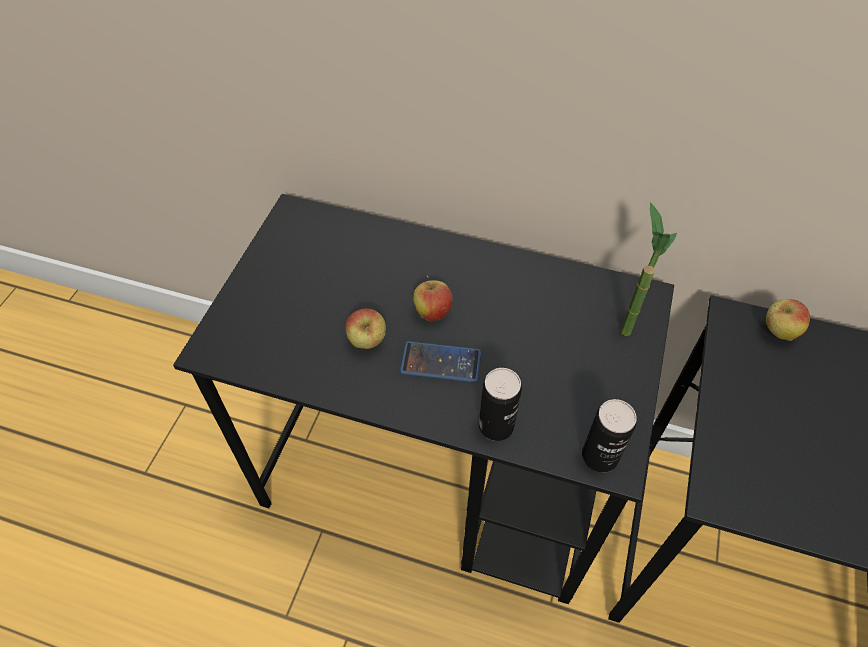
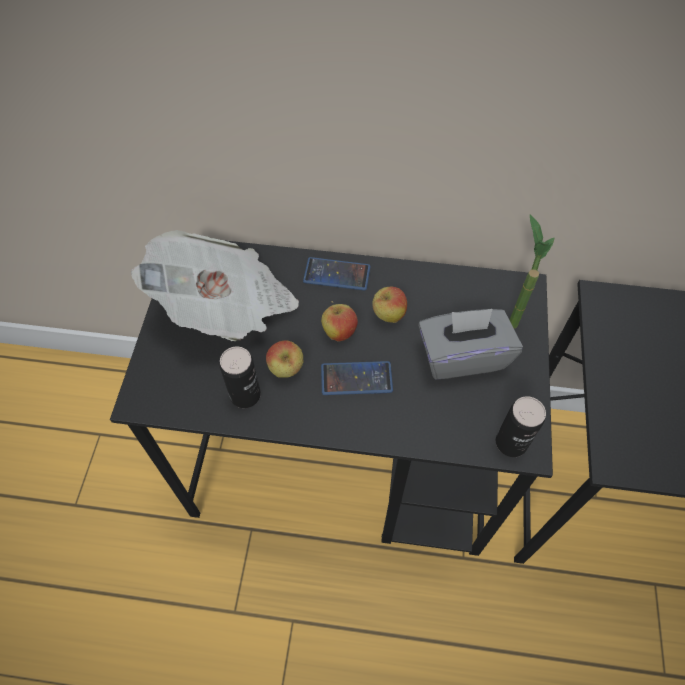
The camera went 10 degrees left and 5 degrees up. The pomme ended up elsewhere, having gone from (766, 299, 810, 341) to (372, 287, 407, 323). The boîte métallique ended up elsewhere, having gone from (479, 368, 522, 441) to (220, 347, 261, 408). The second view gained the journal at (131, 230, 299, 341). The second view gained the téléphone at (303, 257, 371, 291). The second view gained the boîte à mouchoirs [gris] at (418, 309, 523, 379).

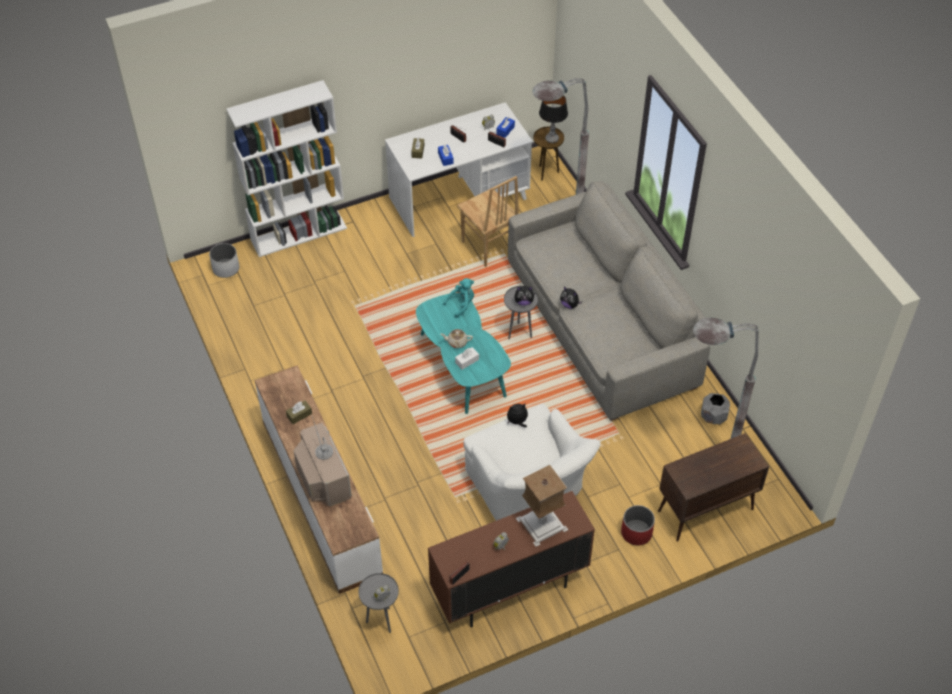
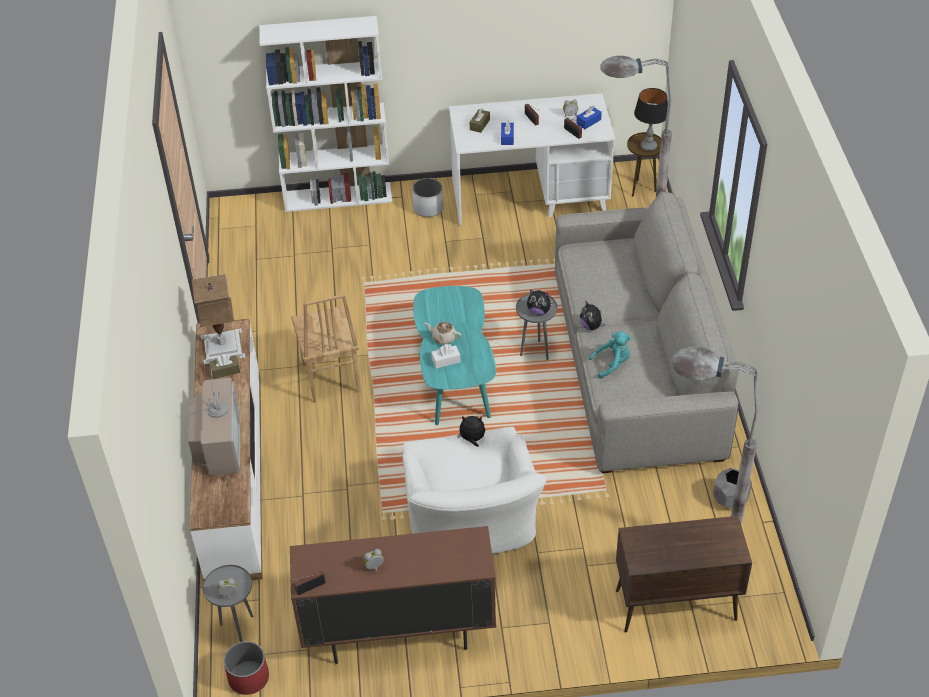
The camera went 20 degrees right and 5 degrees down. The chaise [marron] ended up elsewhere, having gone from (457, 176, 519, 267) to (291, 294, 360, 403). The cache-pot [blanc] ended up elsewhere, having gone from (209, 243, 239, 278) to (412, 178, 444, 217). The peluche [turquoise] ended up elsewhere, having gone from (443, 278, 474, 318) to (589, 331, 631, 379). The lampe de table ended up elsewhere, having gone from (516, 465, 568, 547) to (192, 274, 246, 365). The cache-pot [rouge] ended up elsewhere, having gone from (621, 505, 655, 545) to (224, 641, 269, 695).

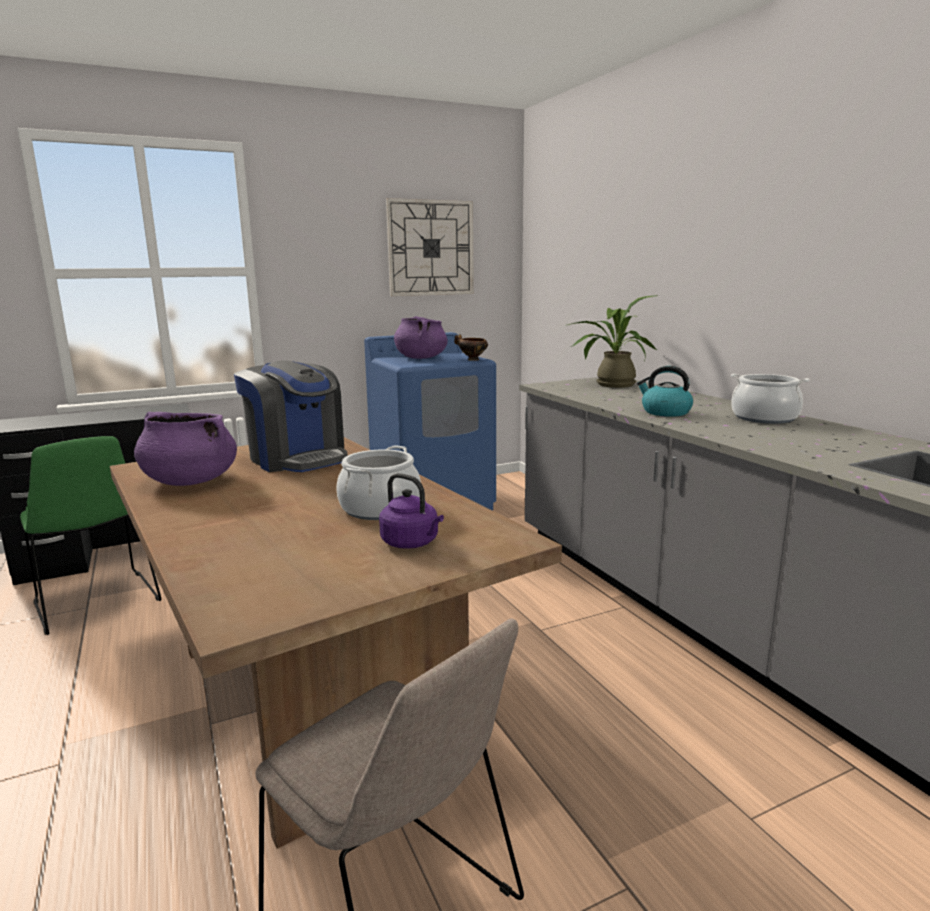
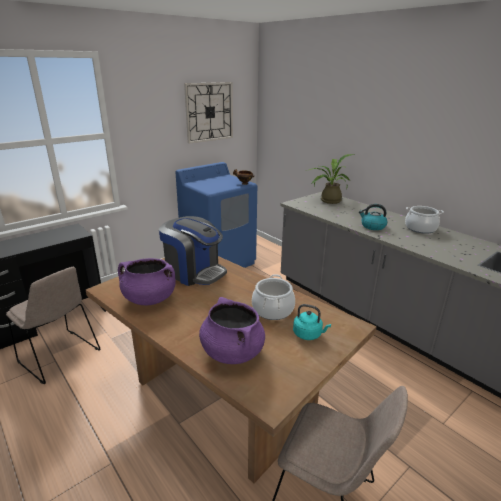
The camera went 15 degrees left and 10 degrees up. The marmite [violet] ended up elsewhere, having gone from (394, 316, 448, 359) to (199, 297, 265, 364). What was the chaise [vert] at (20, 436, 162, 635) turned into the chaise [beige] at (6, 267, 101, 384). What was the bouilloire [violet] at (379, 473, 444, 549) turned into the bouilloire [turquoise] at (293, 304, 331, 340).

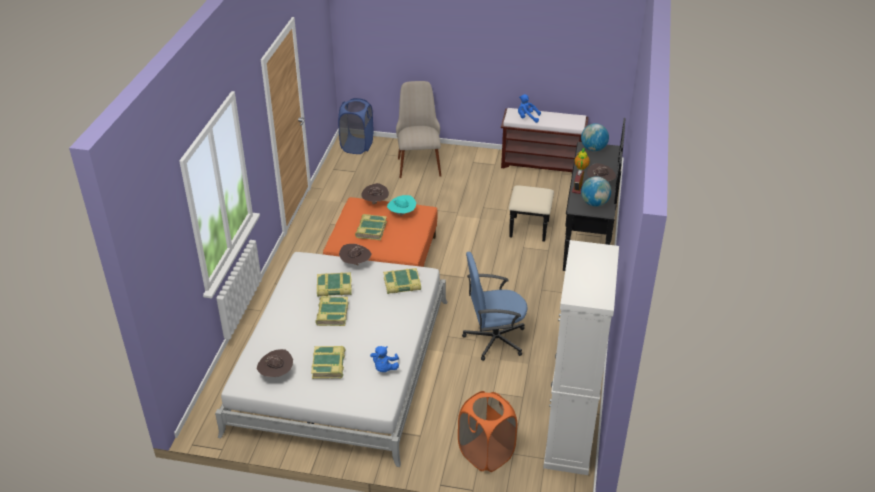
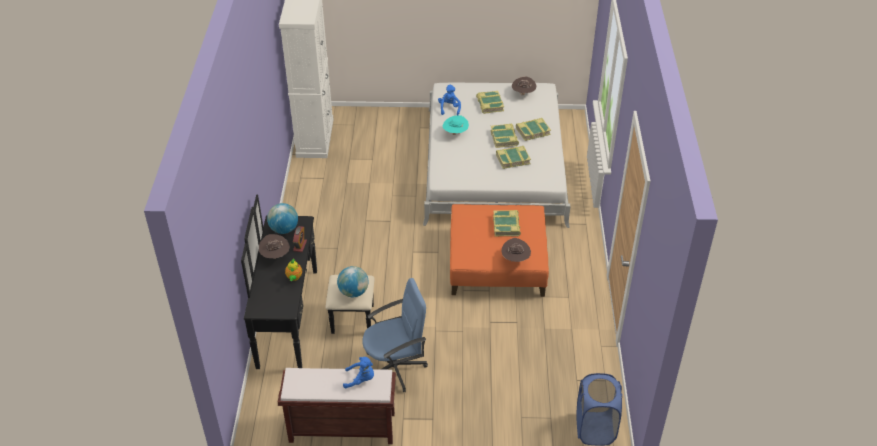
The camera went 170 degrees right and 5 degrees up. The second view lost the chaise [beige] at (396, 81, 441, 178). The globe ended up elsewhere, having gone from (581, 123, 609, 151) to (337, 266, 369, 297). The chapeau [turquoise] ended up elsewhere, having gone from (387, 195, 416, 216) to (443, 115, 469, 135). The second view lost the chapeau [marron] at (339, 244, 372, 265). The chaise de bureau [bleu] ended up elsewhere, having gone from (462, 252, 528, 361) to (362, 278, 428, 392). The livre ended up elsewhere, having gone from (383, 268, 421, 294) to (516, 118, 551, 141). The second view lost the panier à linge [orange] at (458, 391, 517, 472).

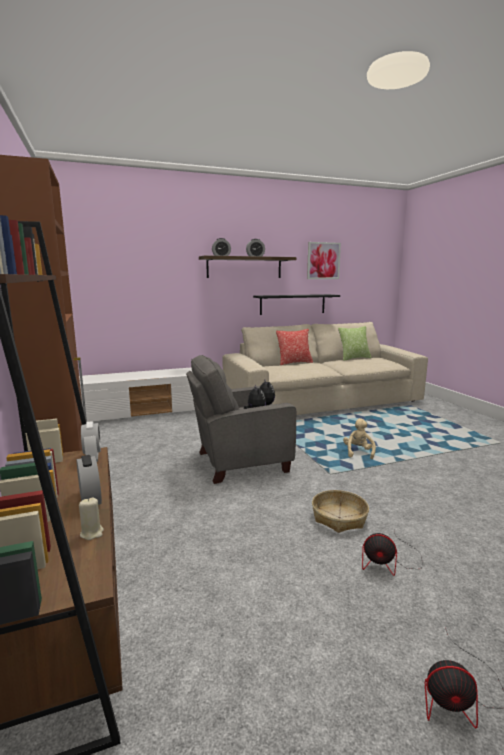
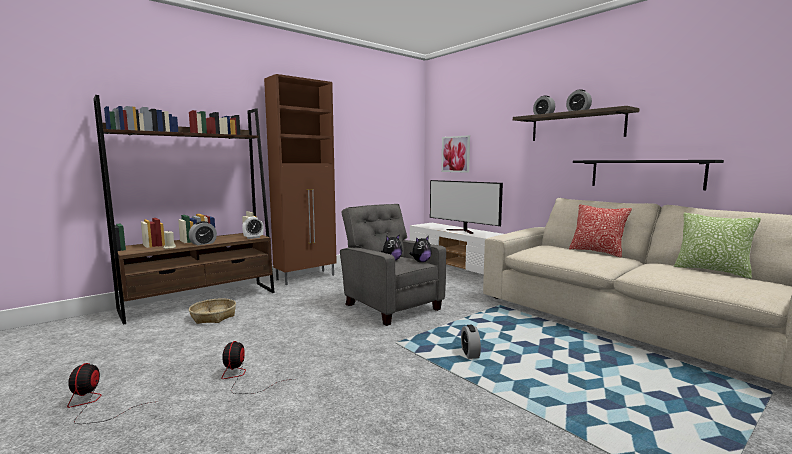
The camera went 70 degrees right and 5 degrees down. The tableau ended up elsewhere, having gone from (307, 242, 341, 279) to (441, 135, 470, 173). Where the peluche [beige] stood at (343, 418, 376, 459), the réveil came to stand at (461, 325, 481, 359). The panier ended up elsewhere, having gone from (312, 490, 369, 533) to (189, 298, 236, 324). The second view gained the téléviseur at (430, 180, 503, 234).

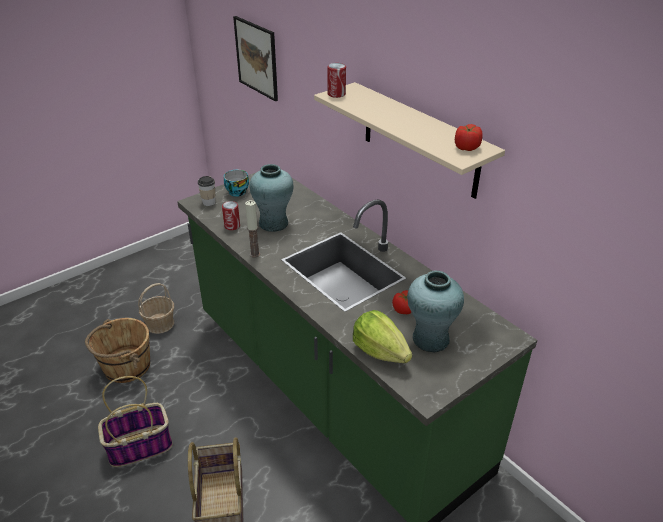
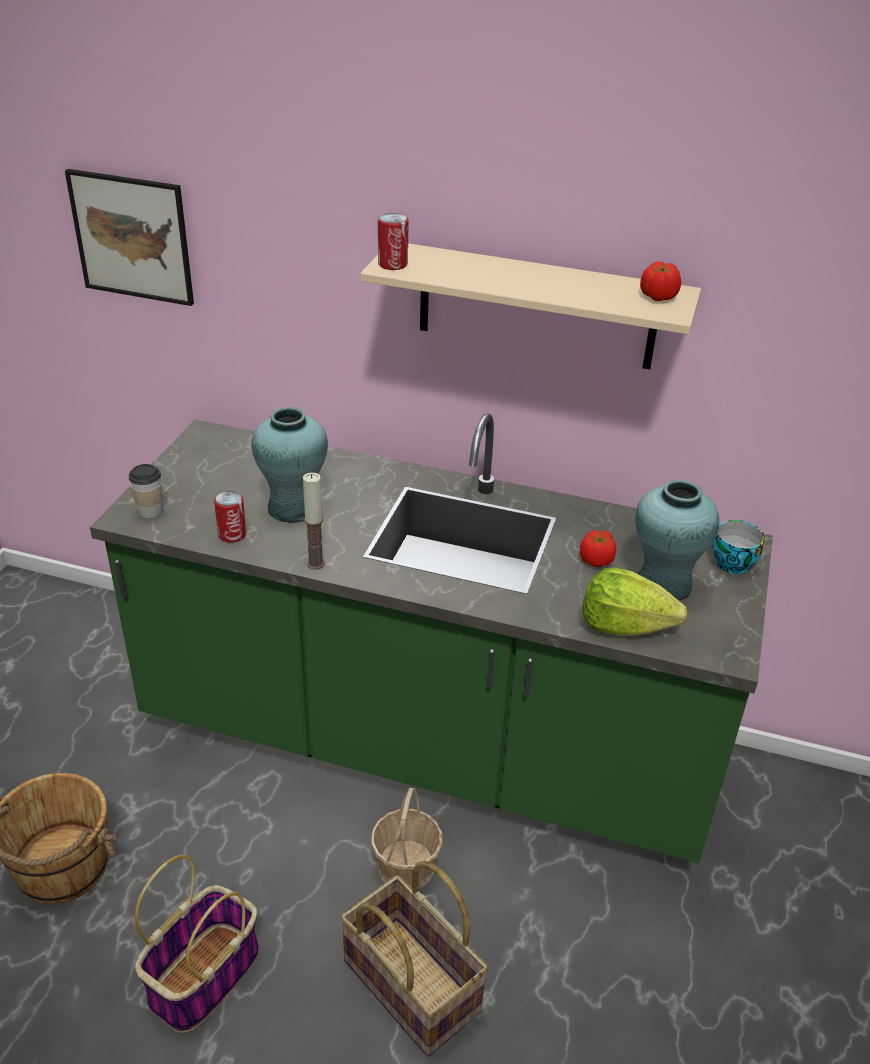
The camera went 35 degrees left and 0 degrees up. The tasse ended up elsewhere, having gone from (224, 170, 249, 197) to (712, 520, 765, 574). The panier ended up elsewhere, having gone from (138, 283, 174, 334) to (371, 787, 443, 889).

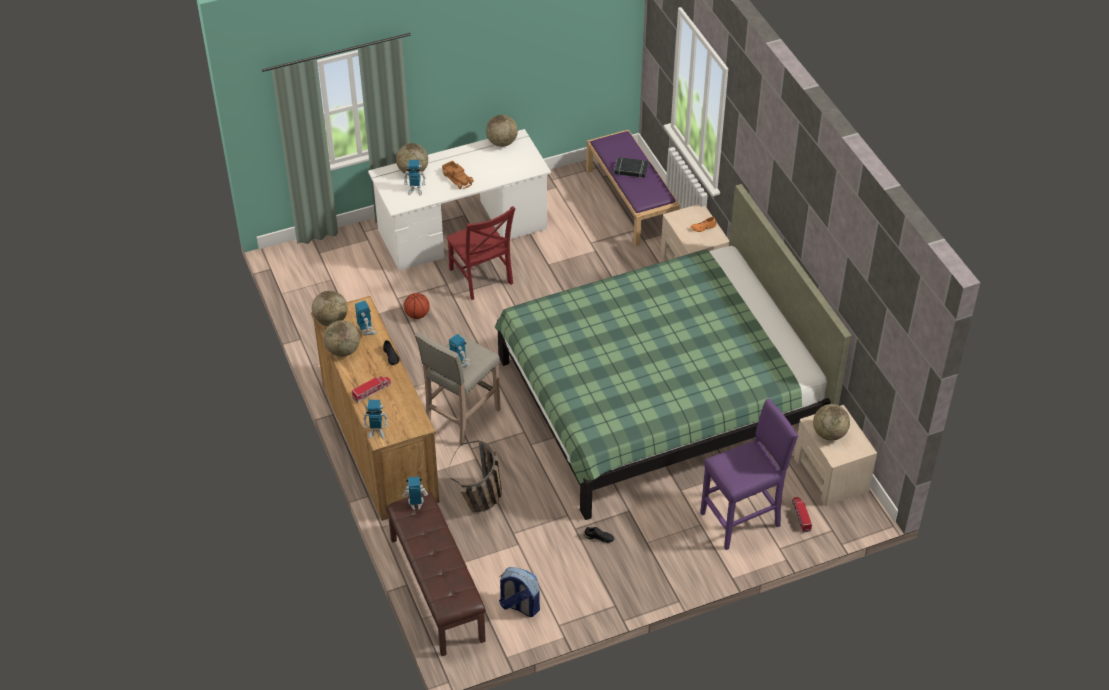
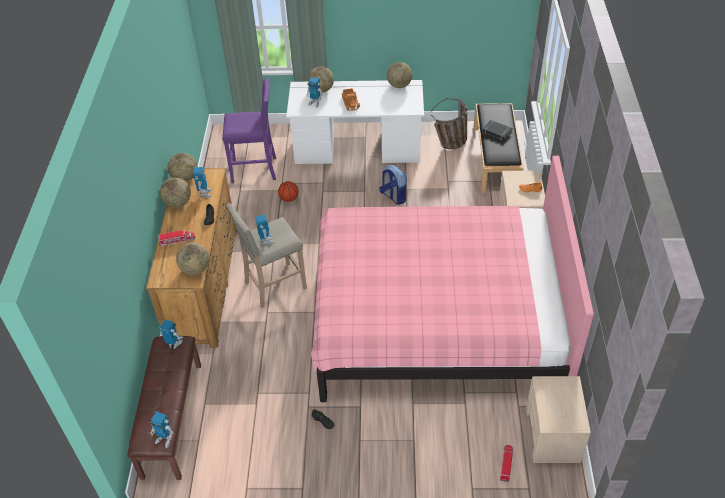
The camera went 25 degrees right and 0 degrees up. What was the banc [violet] at (586, 130, 680, 246) turned into the banc [noir] at (473, 103, 524, 193). What was the lit [vert] at (494, 184, 851, 520) turned into the lit [rose] at (311, 156, 594, 402). The second view lost the chaise [rouge] at (446, 206, 515, 300). The tabouret [violet] ended up elsewhere, having gone from (700, 399, 799, 550) to (222, 78, 276, 183). The robot jouet ended up elsewhere, having gone from (363, 400, 388, 439) to (150, 412, 173, 448). The globe ended up elsewhere, having gone from (813, 404, 850, 441) to (176, 242, 209, 275). The panier ended up elsewhere, having gone from (449, 440, 502, 512) to (431, 98, 467, 149). The sac à dos ended up elsewhere, having gone from (499, 567, 540, 617) to (379, 165, 407, 205).

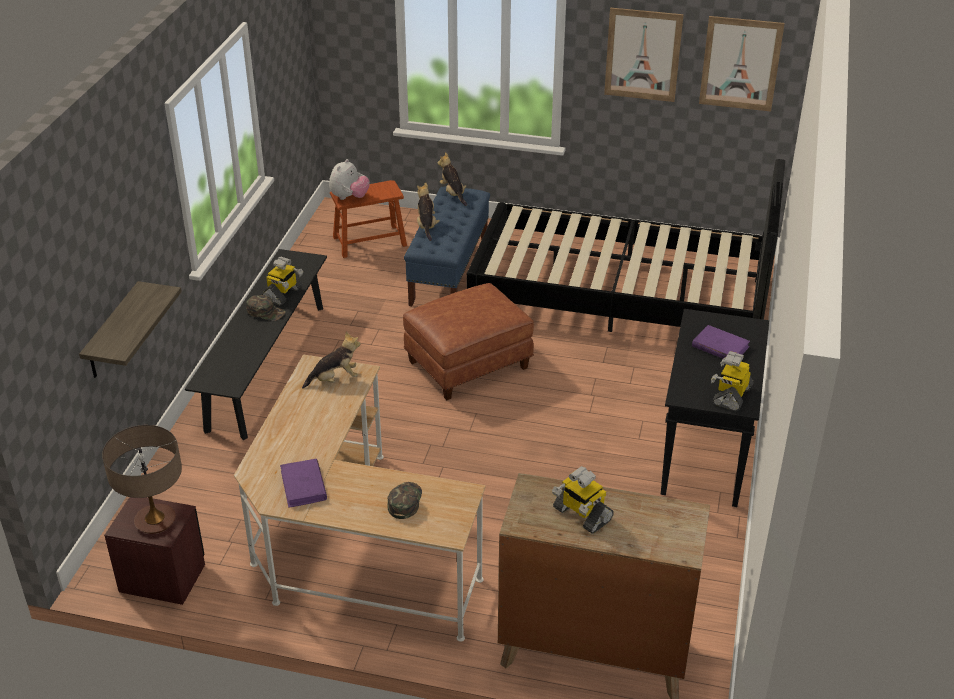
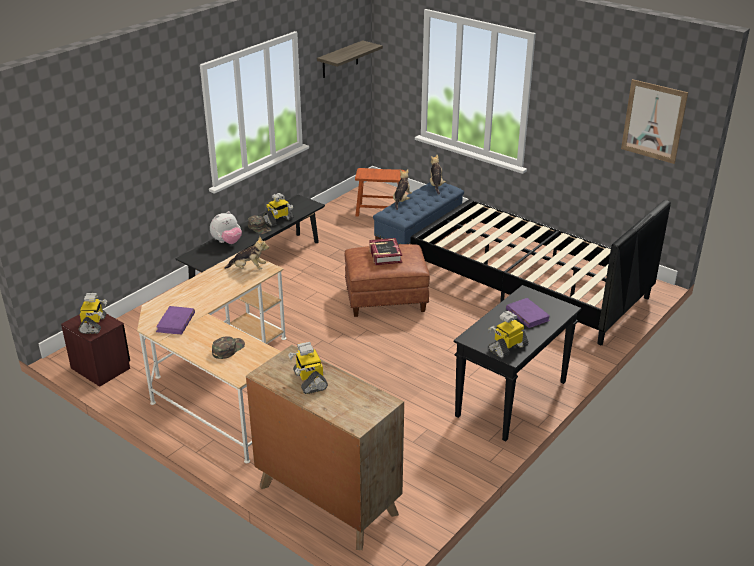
The camera went 25 degrees right and 5 degrees down. The second view lost the tableau at (604, 8, 684, 102). The peluche ended up elsewhere, having gone from (329, 159, 370, 200) to (210, 211, 242, 244). The étagère ended up elsewhere, having gone from (79, 281, 182, 378) to (317, 40, 383, 78). Where the lampe de table stood at (102, 425, 182, 534), the robot jouet came to stand at (79, 293, 107, 334). The second view gained the livre at (369, 238, 402, 265).

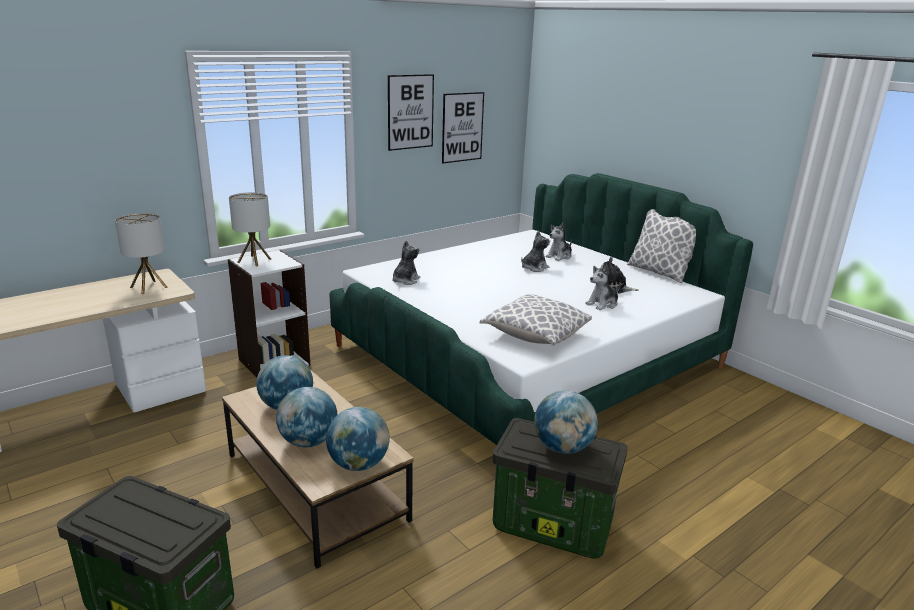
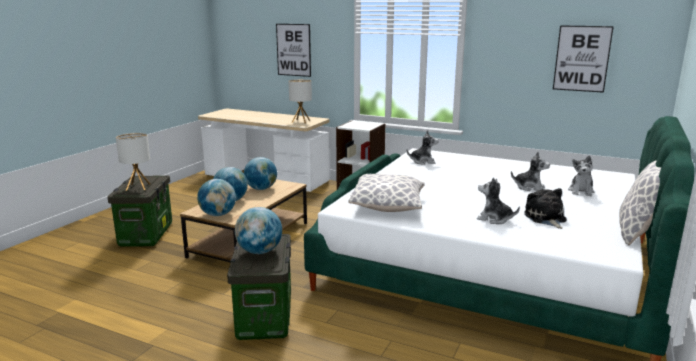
The camera went 65 degrees right and 5 degrees down. The tableau ended up elsewhere, having gone from (388, 74, 434, 151) to (276, 24, 311, 77). The lampe de table ended up elsewhere, having gone from (229, 192, 271, 266) to (116, 133, 150, 191). The peluche at (546, 223, 572, 261) ended up facing another way, 90 degrees counterclockwise from before.

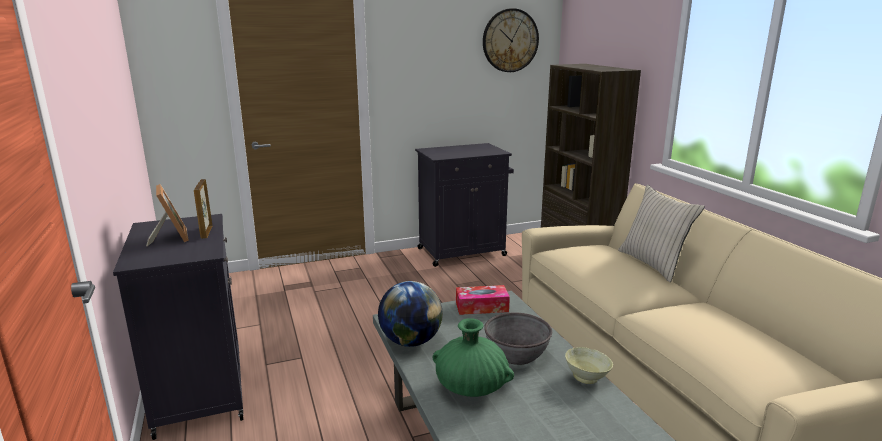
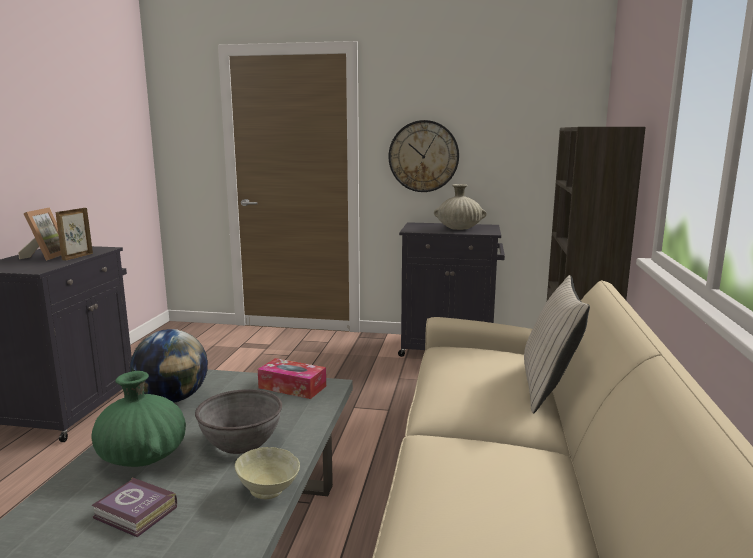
The camera went 30 degrees right and 5 degrees down. The horloge murale ended up elsewhere, having gone from (483, 8, 539, 72) to (389, 120, 459, 192). The second view gained the vase [beige] at (434, 184, 487, 230). The second view gained the livre at (91, 477, 177, 537).

